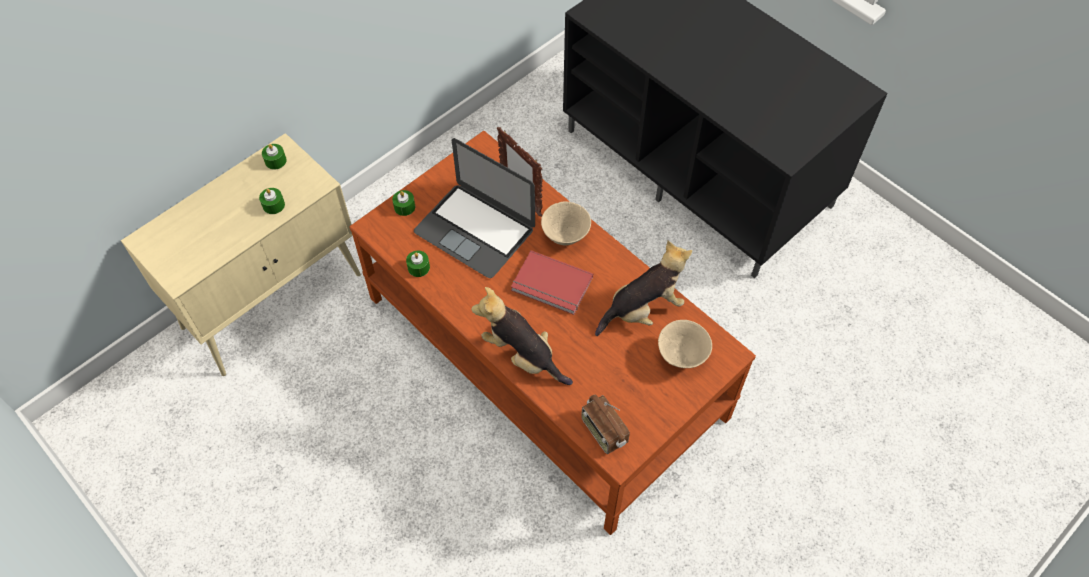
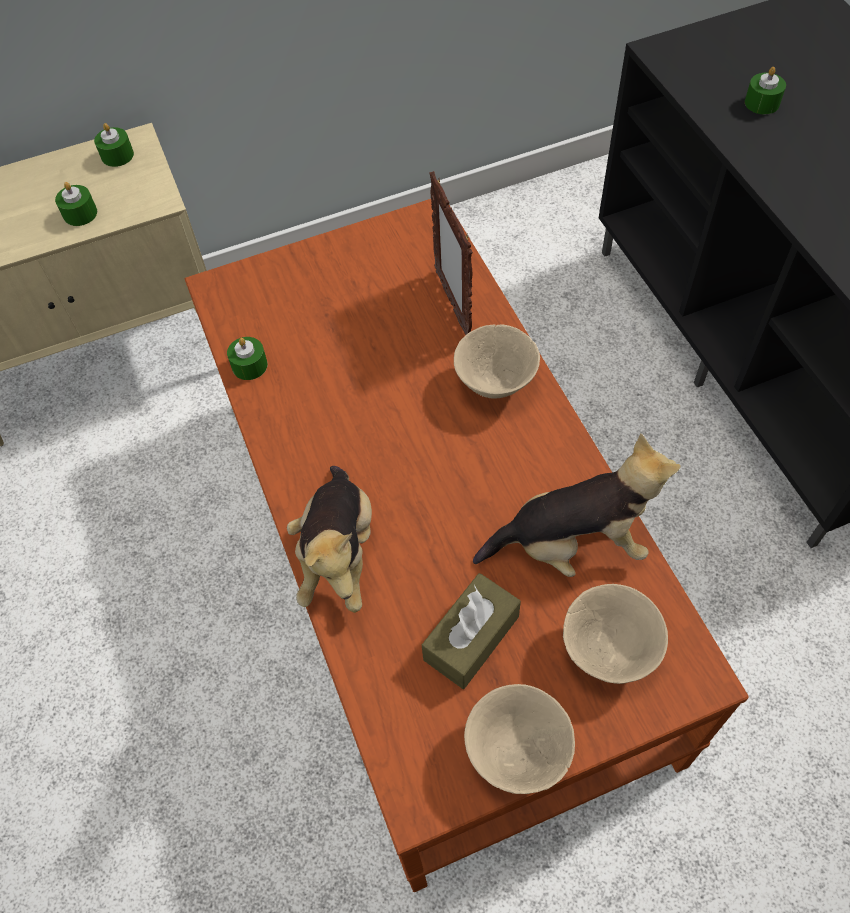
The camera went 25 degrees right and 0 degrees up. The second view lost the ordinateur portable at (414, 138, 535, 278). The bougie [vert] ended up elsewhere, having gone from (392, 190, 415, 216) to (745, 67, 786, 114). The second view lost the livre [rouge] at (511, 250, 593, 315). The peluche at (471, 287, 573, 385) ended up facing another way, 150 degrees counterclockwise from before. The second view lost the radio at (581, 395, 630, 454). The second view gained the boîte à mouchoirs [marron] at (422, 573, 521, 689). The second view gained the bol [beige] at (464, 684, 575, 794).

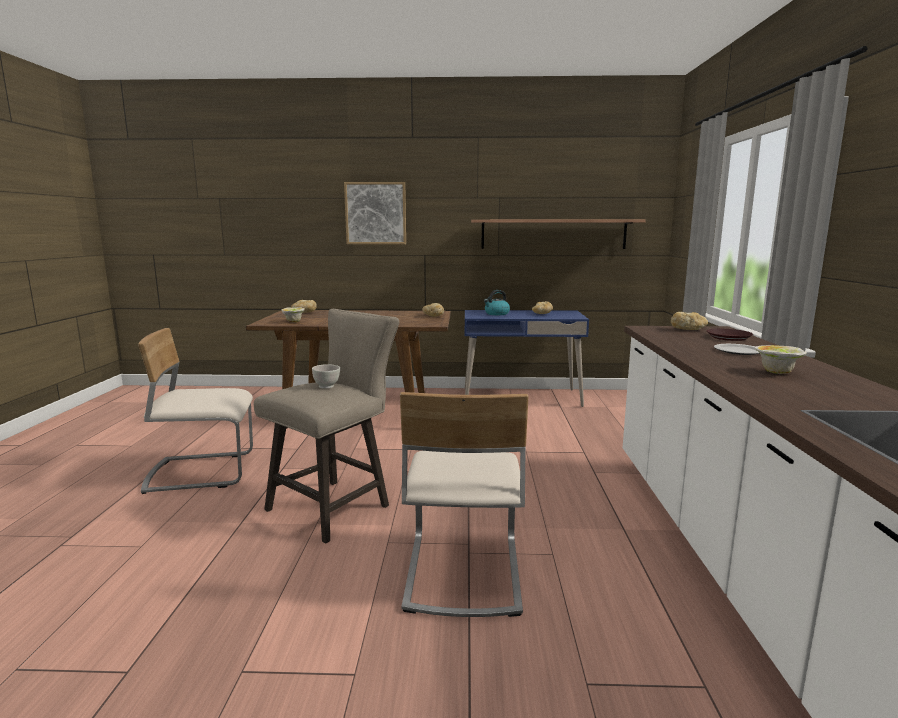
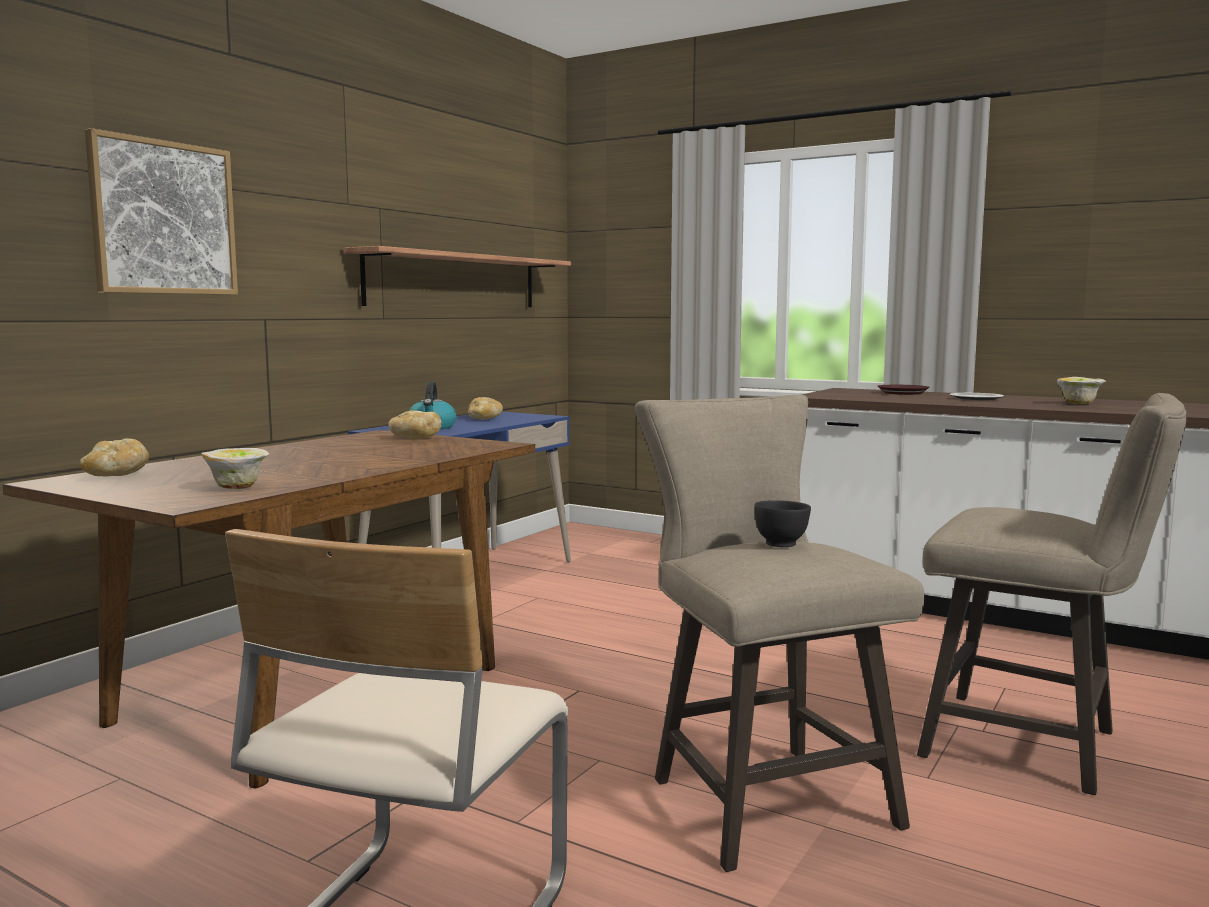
The camera went 60 degrees left and 5 degrees down. The second view lost the pain at (671, 312, 708, 330). What was the bol [blanc] at (312, 364, 340, 388) turned into the bol [noir] at (754, 500, 811, 547). Where the chaise [beige] stood at (400, 392, 529, 617), the tabouret [beige] came to stand at (917, 393, 1186, 795).

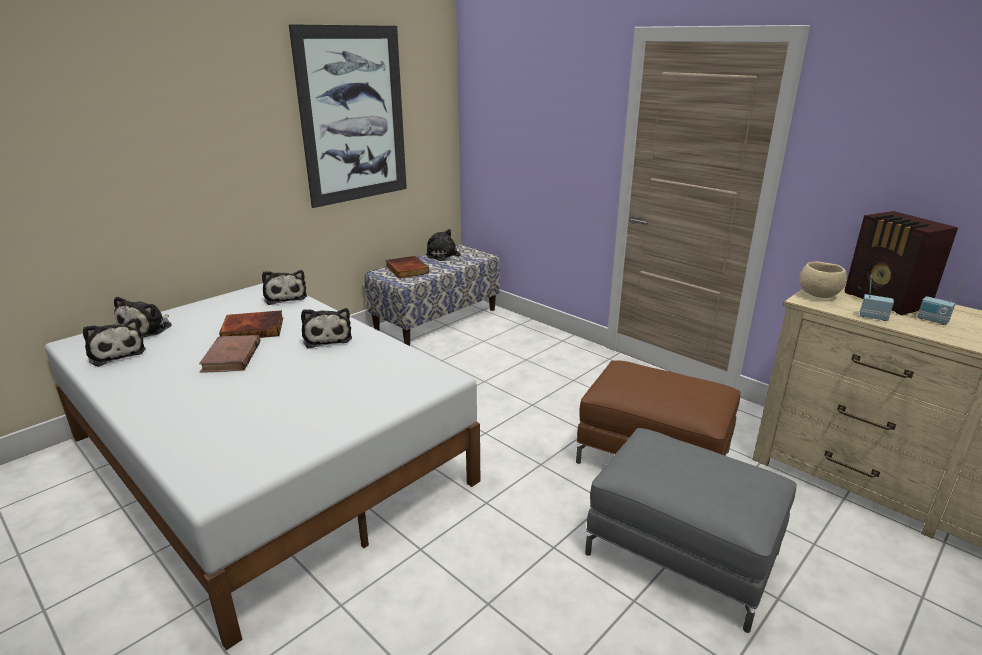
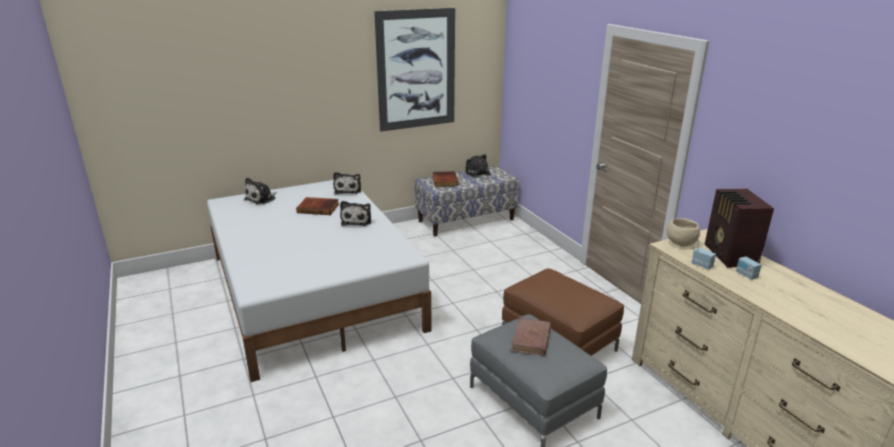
The camera went 20 degrees right and 0 degrees up. The second view lost the peluche at (83, 319, 146, 367). The livre [marron] ended up elsewhere, having gone from (199, 335, 260, 372) to (510, 317, 551, 356).

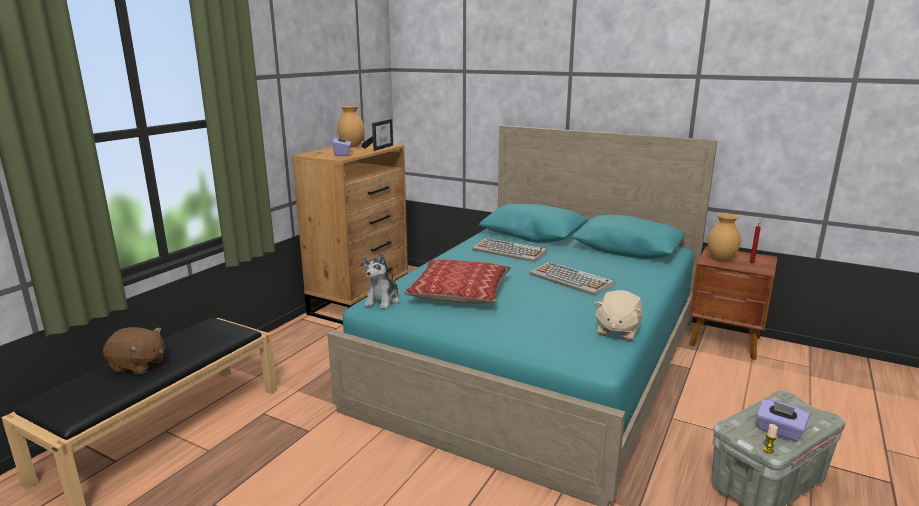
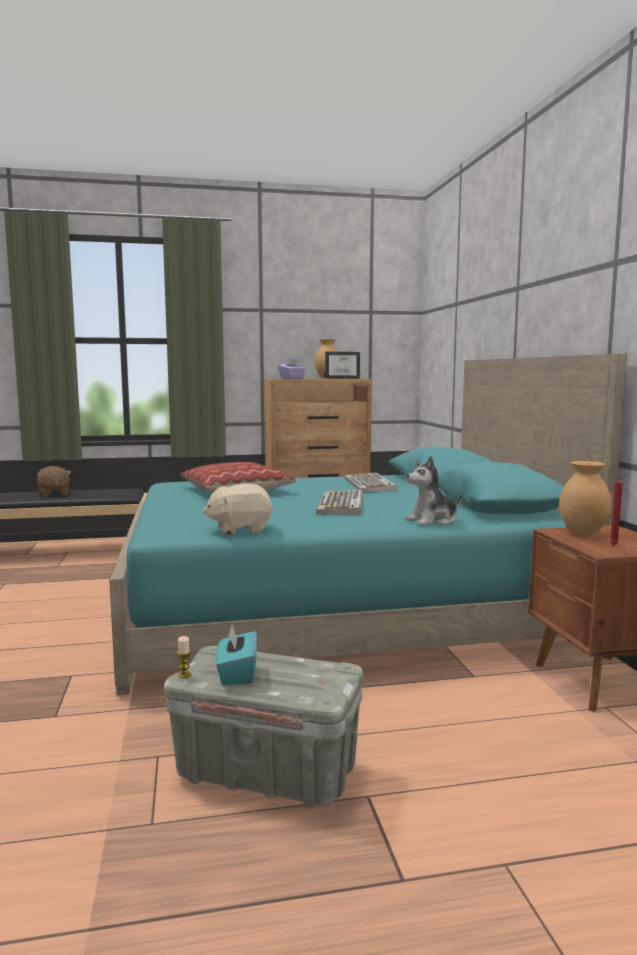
The camera went 50 degrees right and 10 degrees down. The peluche ended up elsewhere, having gone from (362, 253, 400, 310) to (406, 456, 463, 526). What was the boîte à mouchoirs [violet] at (757, 399, 809, 441) turned into the boîte à mouchoirs [turquoise] at (216, 625, 257, 685).

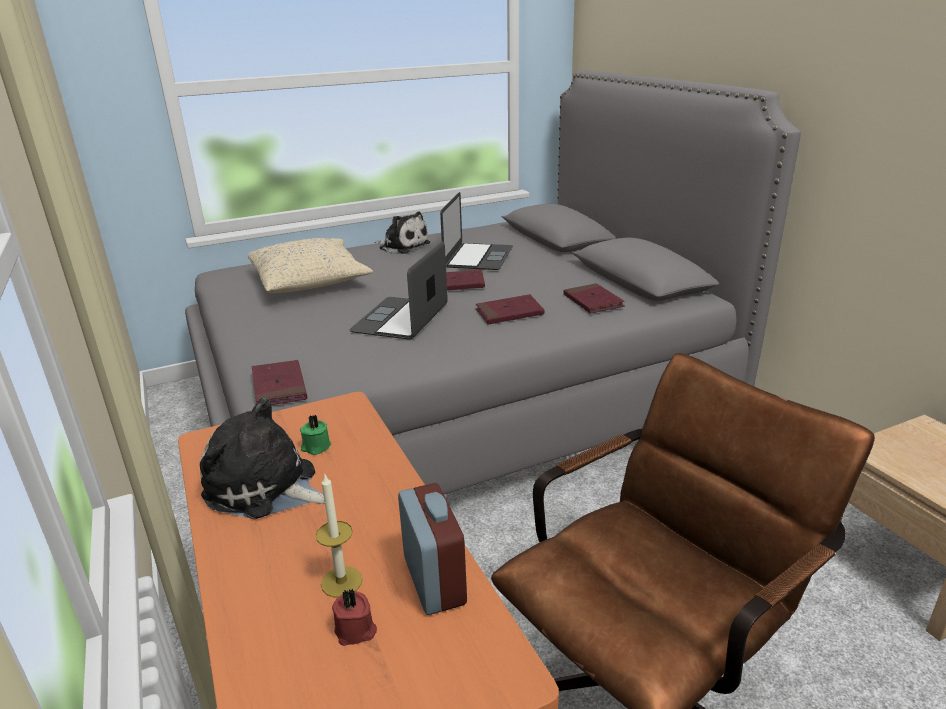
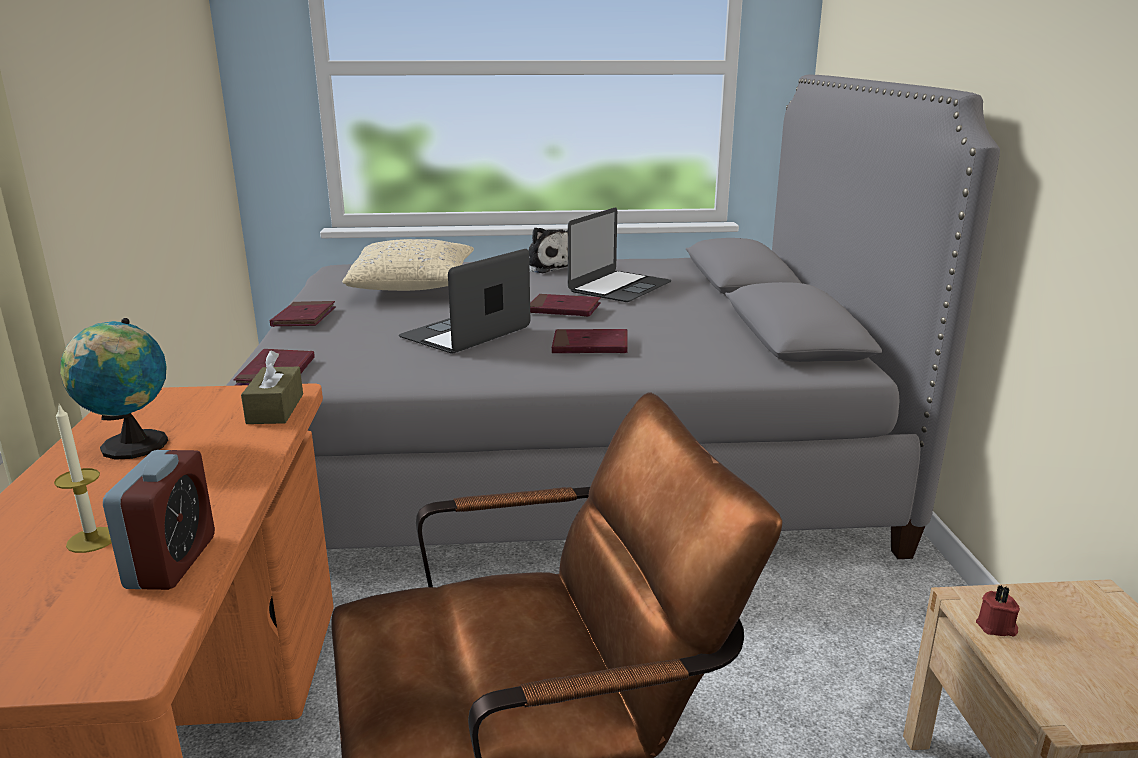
The camera went 20 degrees right and 5 degrees down. The livre [rouge] ended up elsewhere, having gone from (564, 283, 625, 313) to (270, 301, 336, 327). Where the peluche stood at (200, 398, 325, 519), the globe came to stand at (60, 318, 168, 460). The second view lost the bougie [vert] at (300, 415, 331, 455). The bougie [rouge] ended up elsewhere, having gone from (332, 589, 377, 646) to (976, 585, 1020, 637). The second view gained the boîte à mouchoirs [marron] at (241, 350, 303, 424).

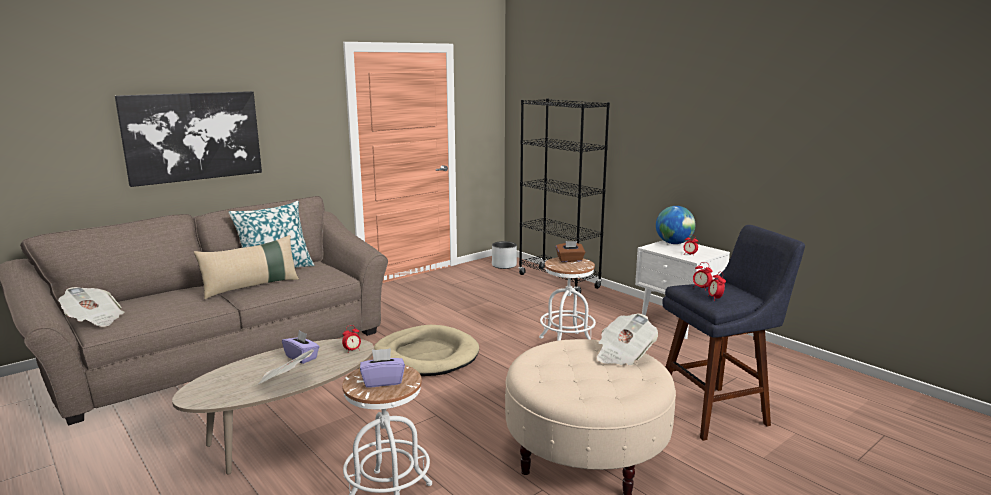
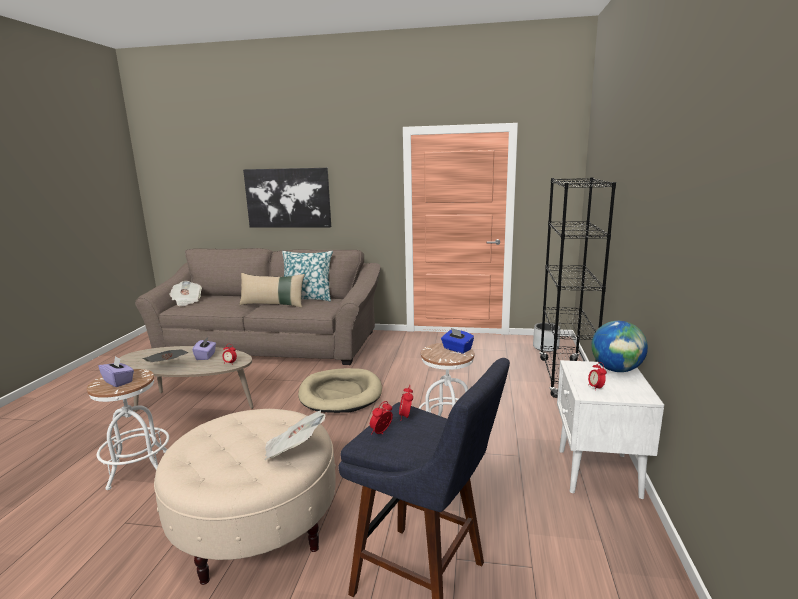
The camera went 50 degrees right and 0 degrees up. What was the boîte à mouchoirs [marron] at (556, 241, 585, 262) turned into the boîte à mouchoirs [bleu] at (441, 328, 474, 354).

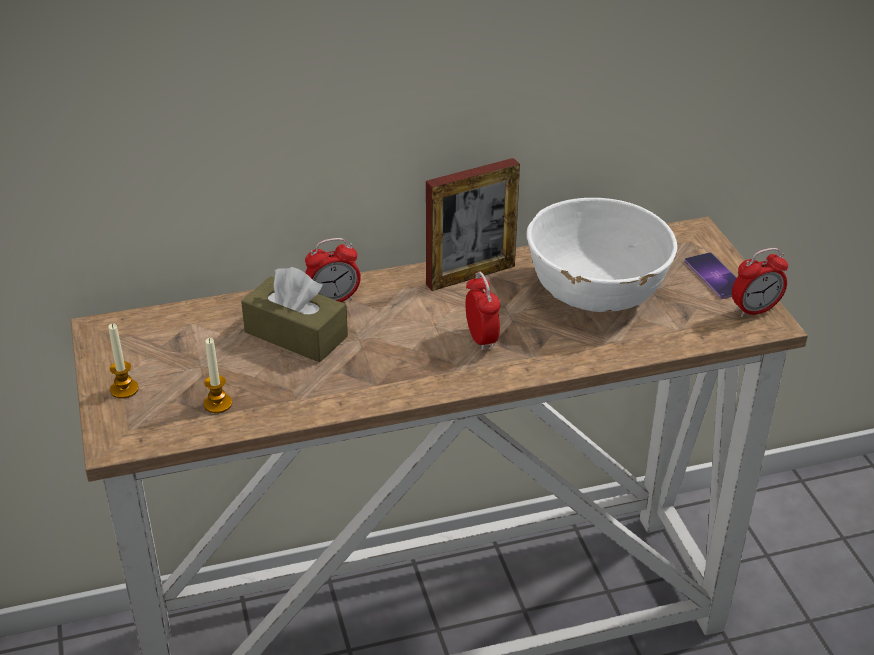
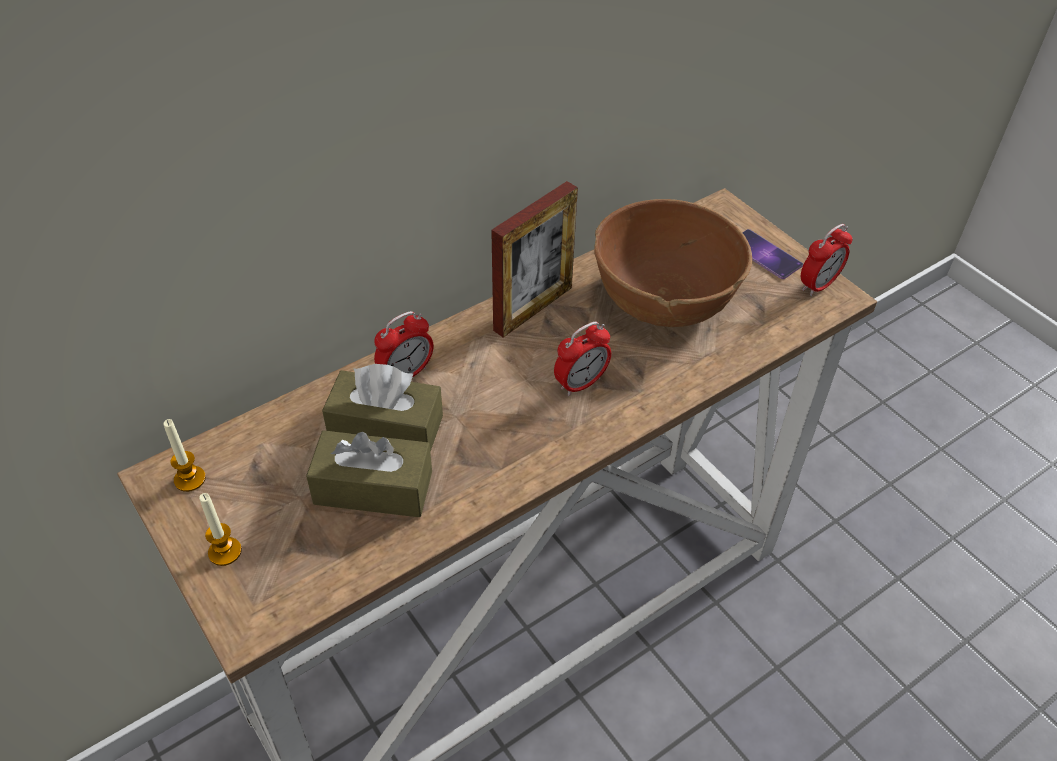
The camera went 20 degrees left and 10 degrees up. What was the bol [blanc] at (527, 198, 677, 312) turned into the bol [marron] at (594, 199, 752, 327). The réveil at (465, 272, 500, 352) ended up facing another way, 90 degrees clockwise from before. The bougie ended up elsewhere, having gone from (204, 338, 232, 413) to (163, 419, 206, 492). The second view gained the boîte à mouchoirs [marron] at (306, 430, 432, 517).

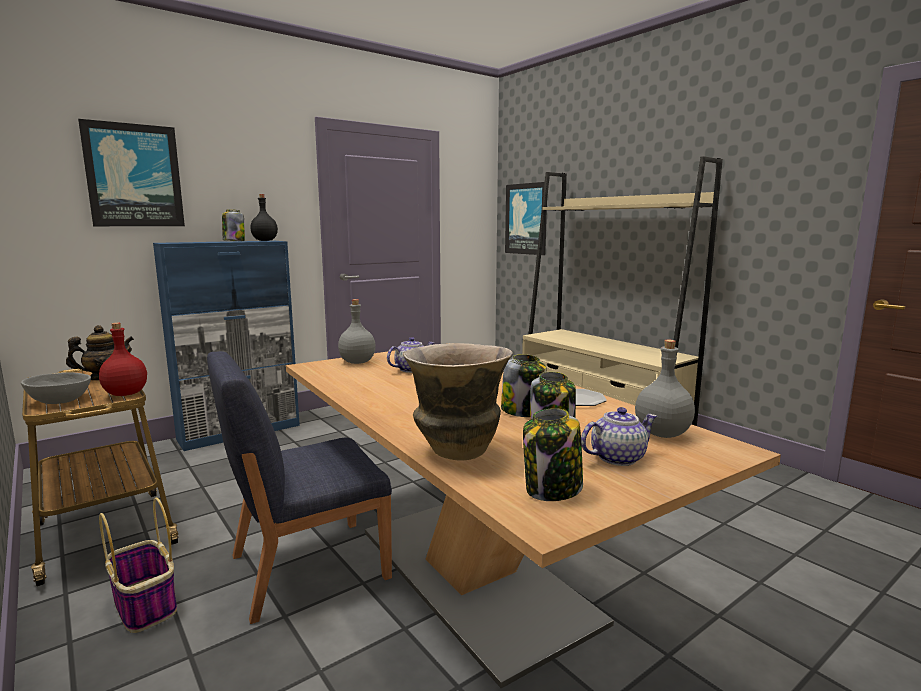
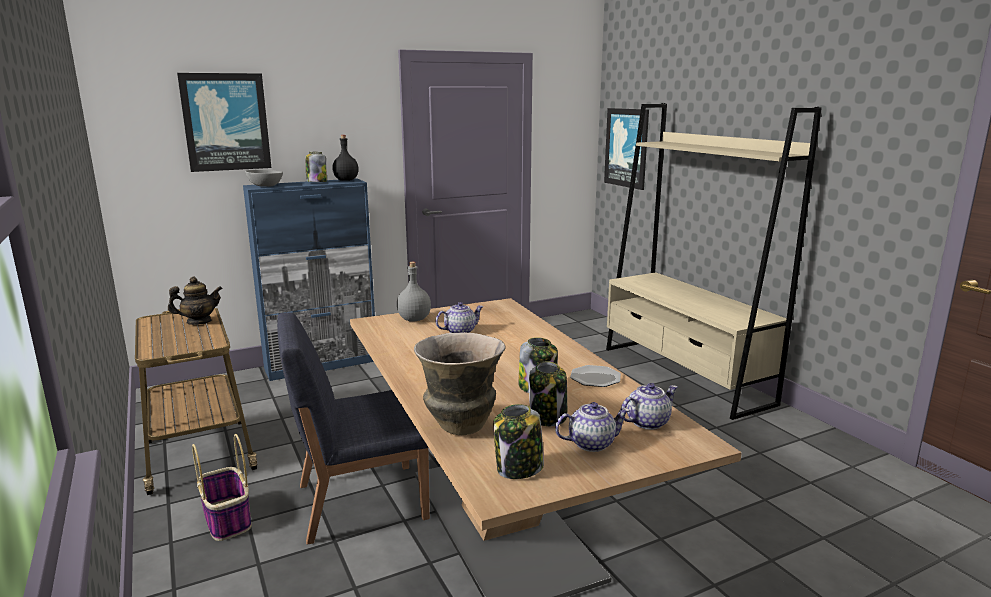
The camera went 10 degrees right and 5 degrees up. The second view lost the bouteille [rouge] at (99, 323, 147, 396). Where the bouteille [gris] stood at (635, 340, 695, 438), the théière came to stand at (620, 383, 677, 430). The bol [gris] ended up elsewhere, having gone from (21, 373, 91, 404) to (245, 170, 283, 187).

